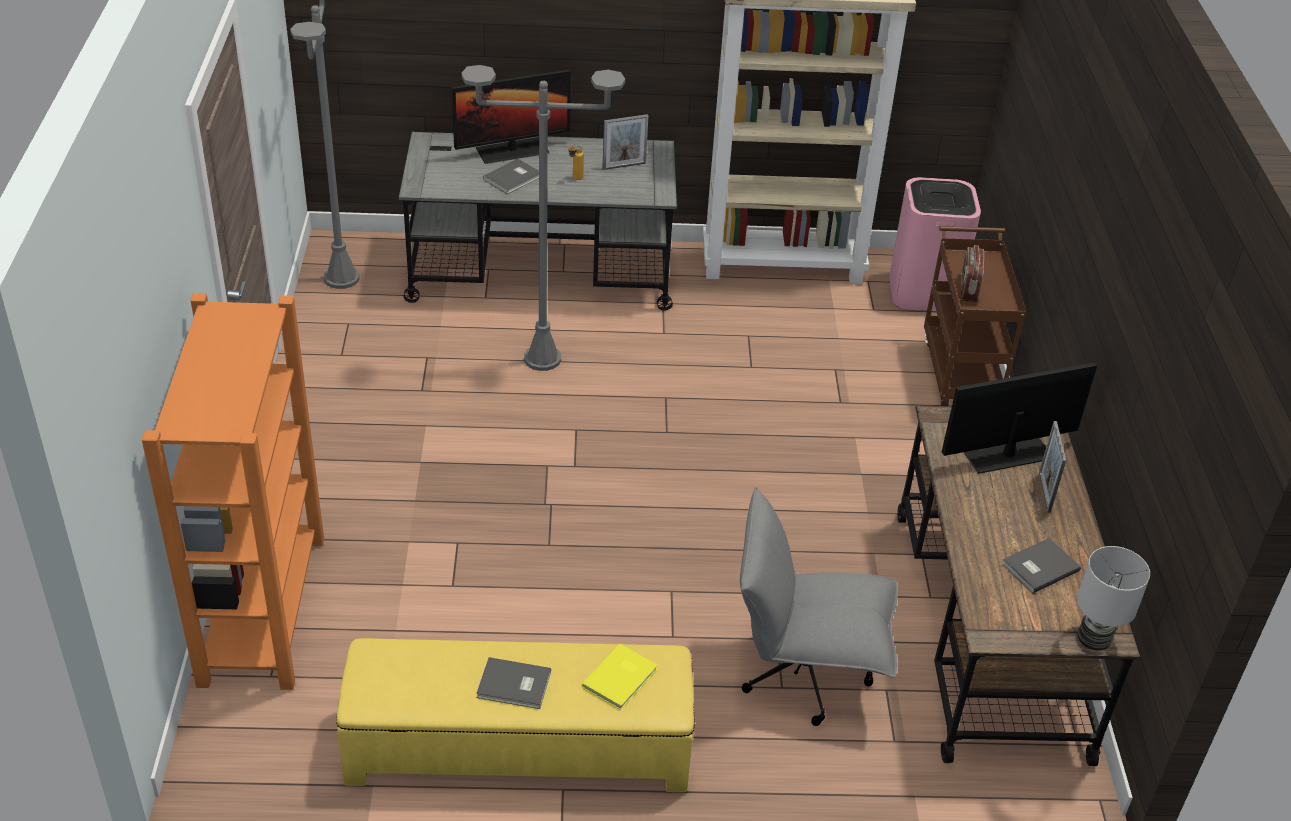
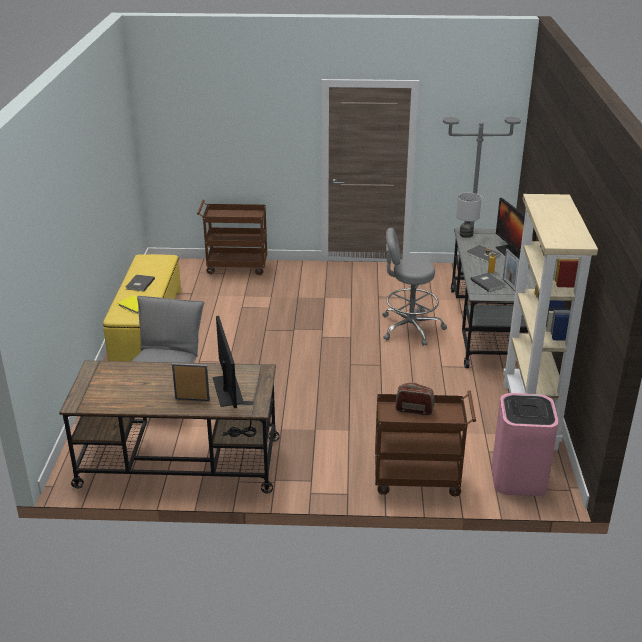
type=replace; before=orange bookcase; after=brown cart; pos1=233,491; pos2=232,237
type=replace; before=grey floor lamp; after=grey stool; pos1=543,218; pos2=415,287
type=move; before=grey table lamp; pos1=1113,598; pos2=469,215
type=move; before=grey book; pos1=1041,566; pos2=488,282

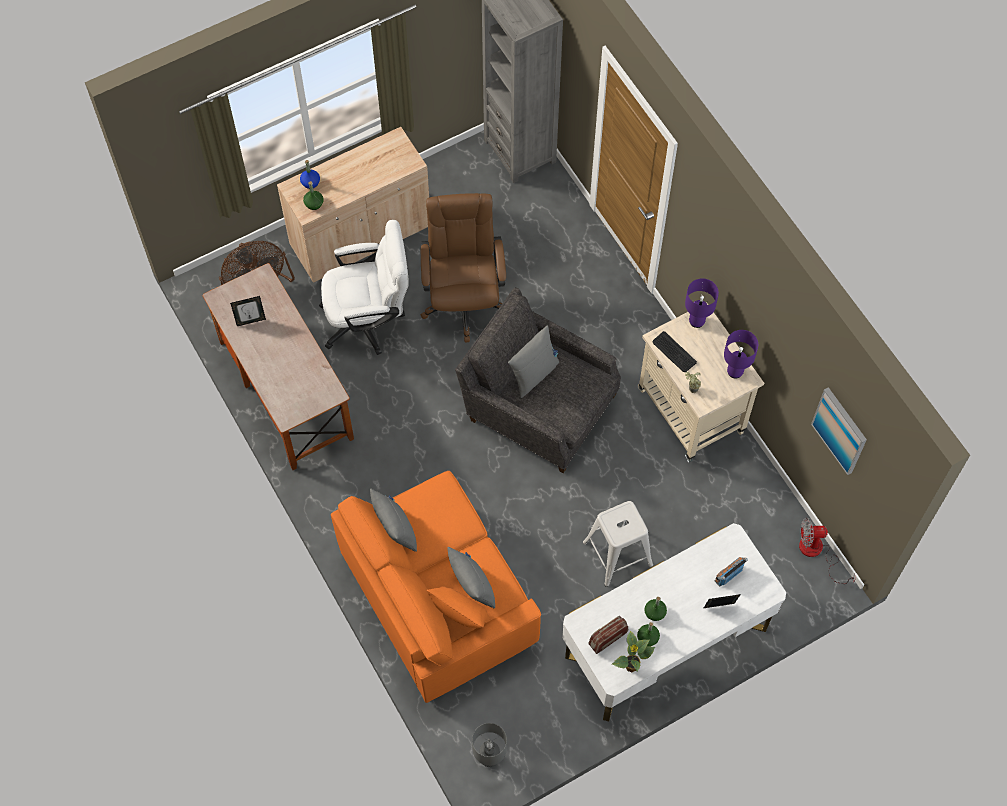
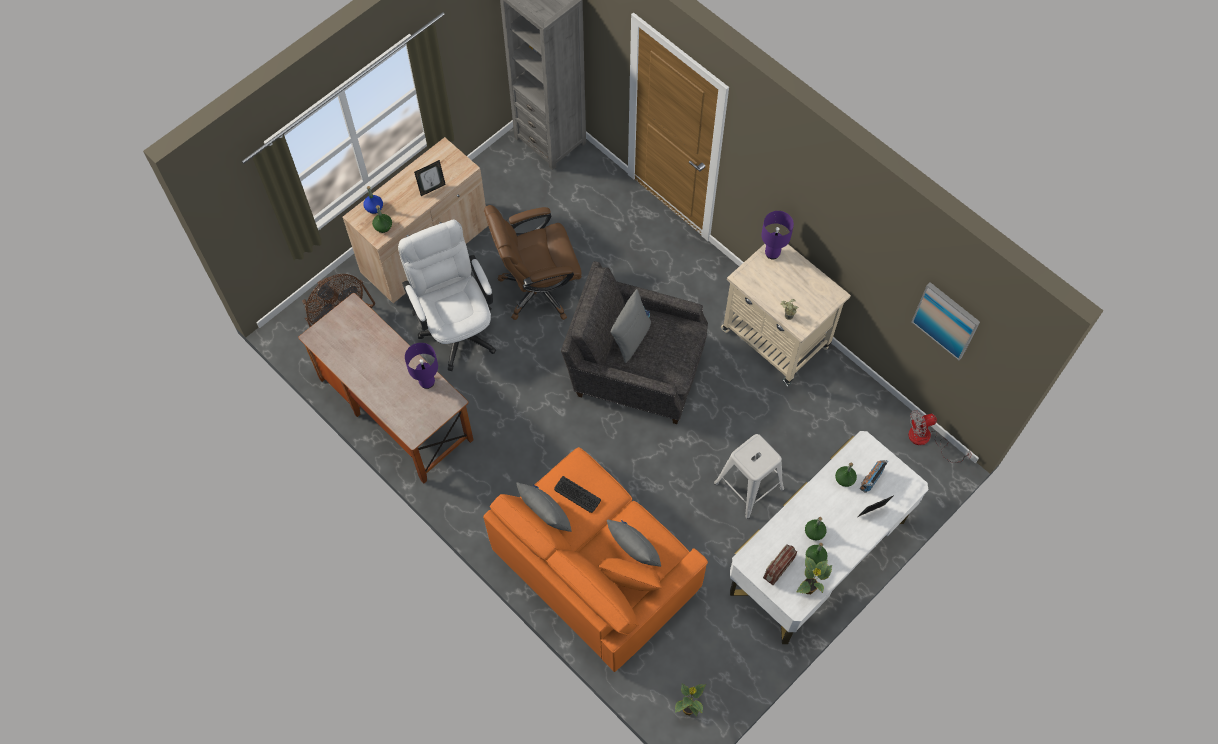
type=rotate; before=white office chair; pos1=364,287; pos2=447,295; turn=-90
type=move; before=purple table lamp; pos1=741,354; pos2=421,366
type=move; before=picture frame; pos1=248,311; pos2=430,178
type=rotate; before=brown office chair; pos1=463,267; pos2=533,262; turn=-90
type=move; before=keyboard; pos1=675,351; pos2=577,494
type=replace; before=grey table lamp; after=potted plant; pos1=489,745; pos2=690,700
type=insert; after=green bottle; pos2=846,475

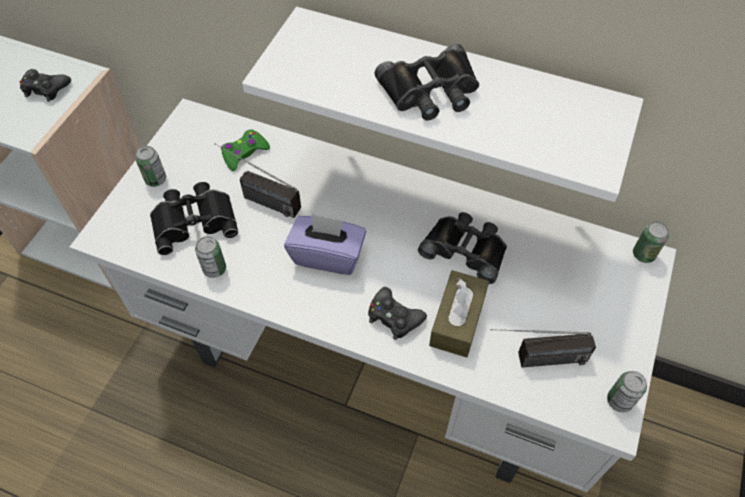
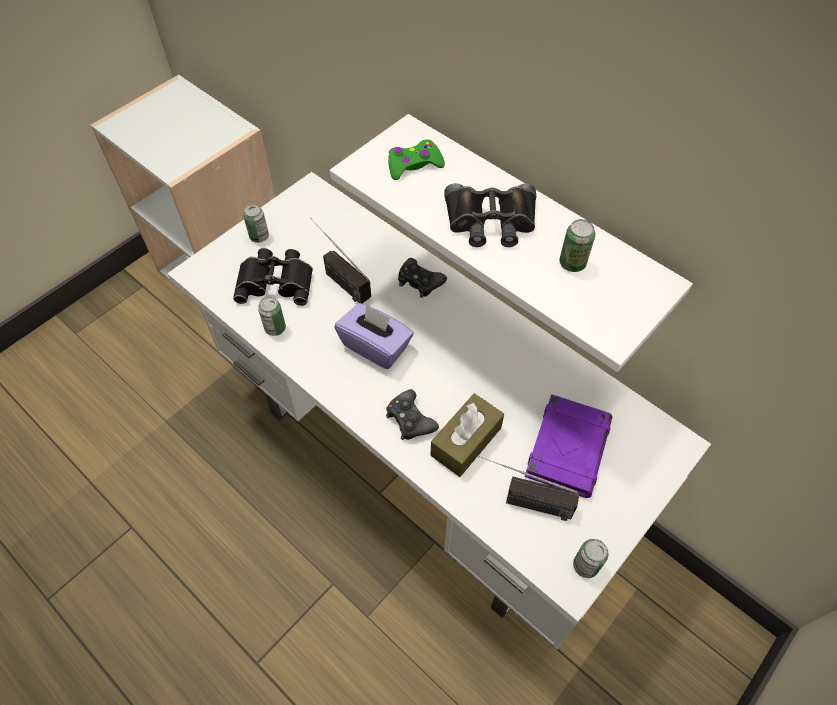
type=move; before=green game controller; pos1=245,150; pos2=416,160
type=move; before=black game controller; pos1=45,85; pos2=422,278
type=insert; after=purple book; pos2=568,446
type=move; before=can; pos1=651,242; pos2=577,245
type=delete; before=black binoculars; pos1=462,248

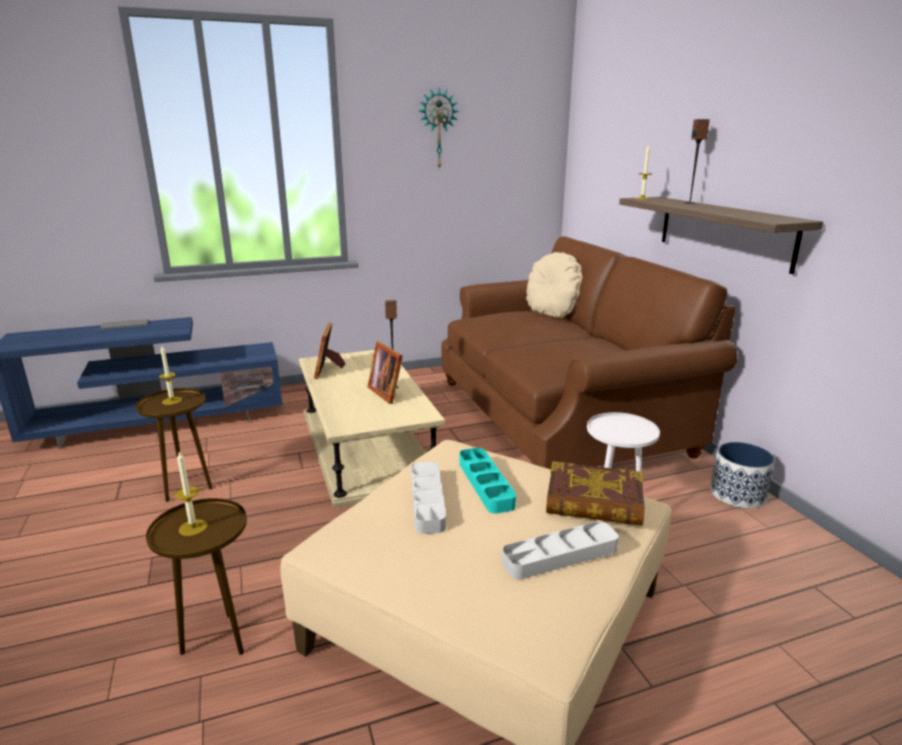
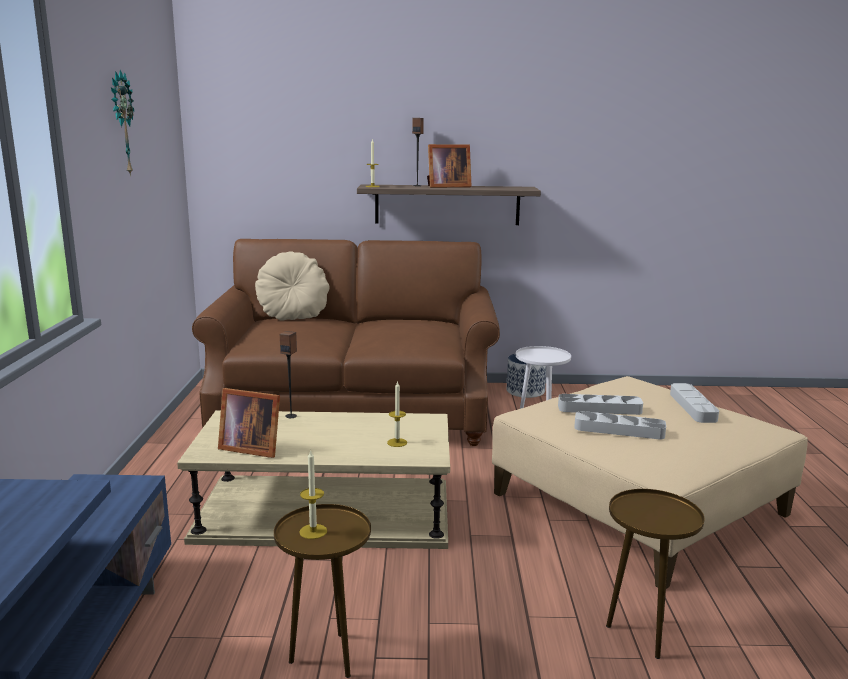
type=move; before=candle; pos1=191,494; pos2=397,414
type=move; before=picture frame; pos1=385,373; pos2=449,166
type=recolor; before=turquoise tray; after=grey tray; pos1=488,480; pos2=600,404
type=delete; before=book; pos1=595,493

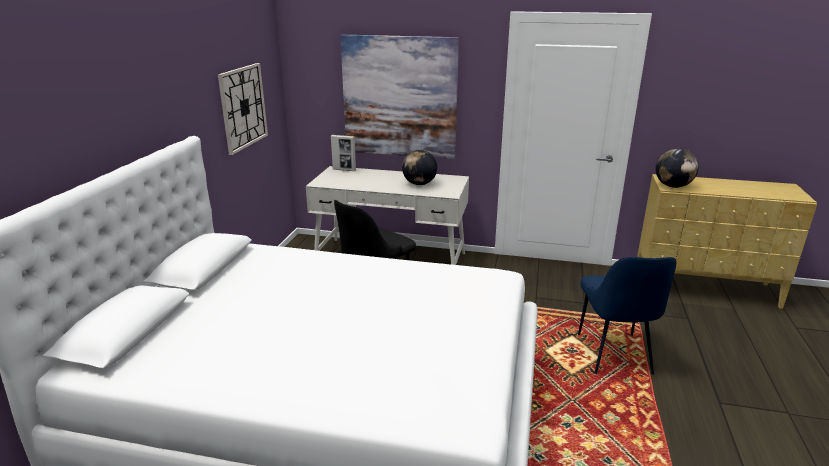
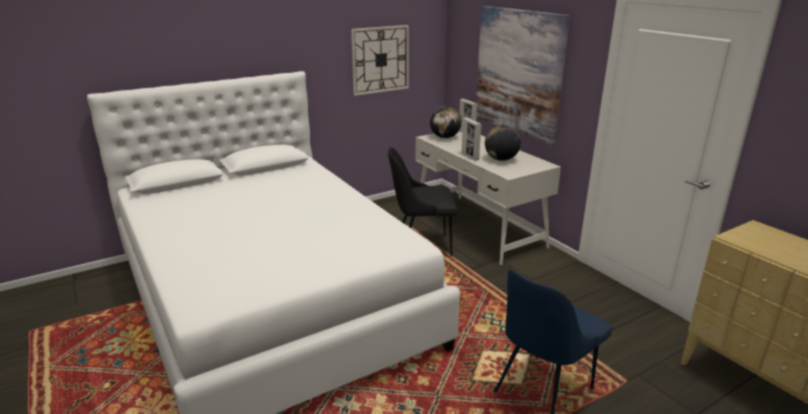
type=move; before=globe; pos1=676,168; pos2=446,122
type=insert; after=picture frame; pos2=471,139

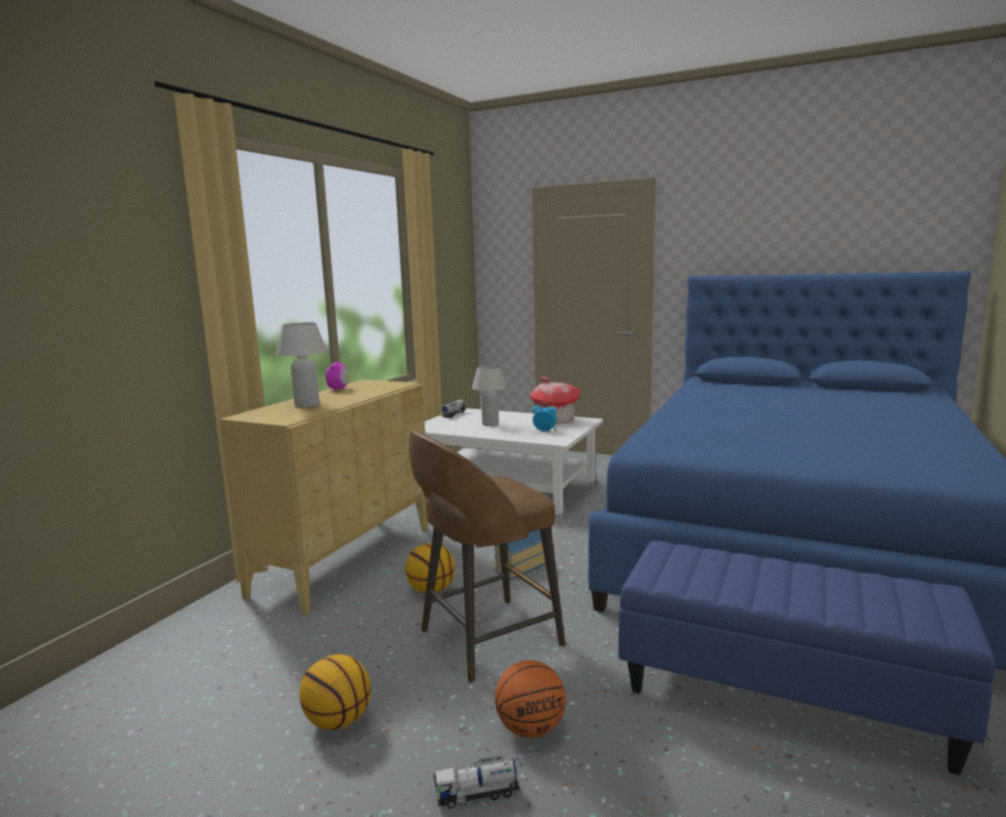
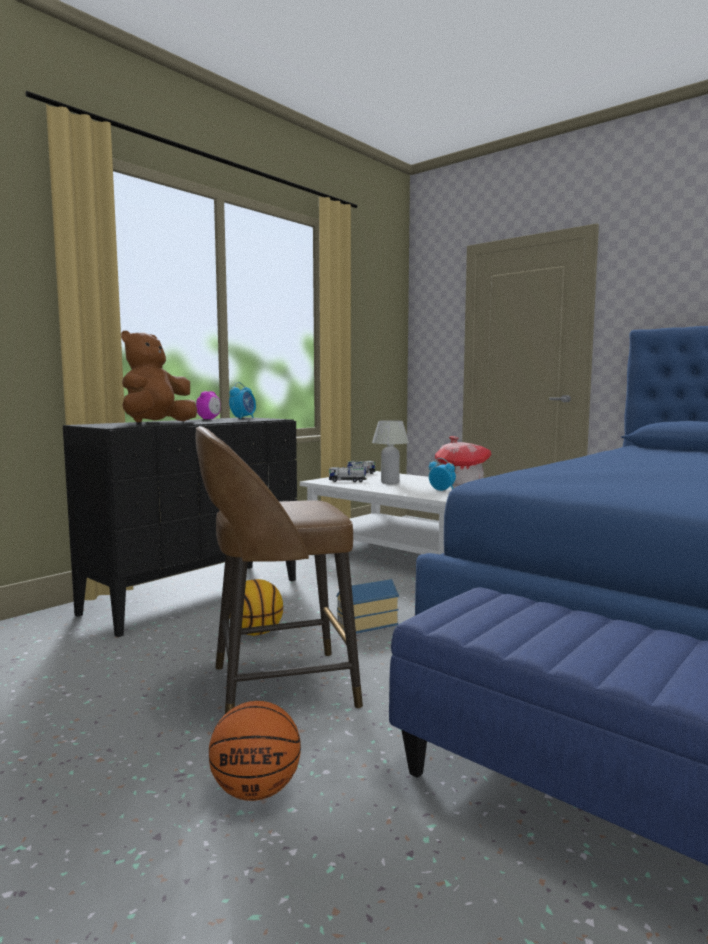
type=recolor; before=beige dresser; after=black dresser; pos1=323,497; pos2=180,527
type=replace; before=white table lamp; after=brown plush toy; pos1=301,365; pos2=159,376
type=insert; after=alarm clock; pos2=242,400
type=move; before=toy truck; pos1=477,782; pos2=348,474
type=delete; before=basketball; pos1=335,692

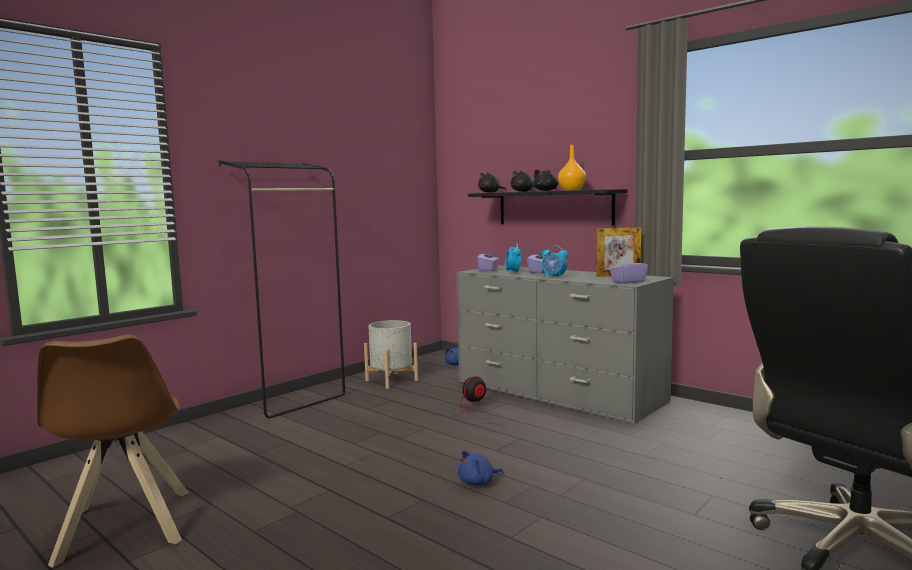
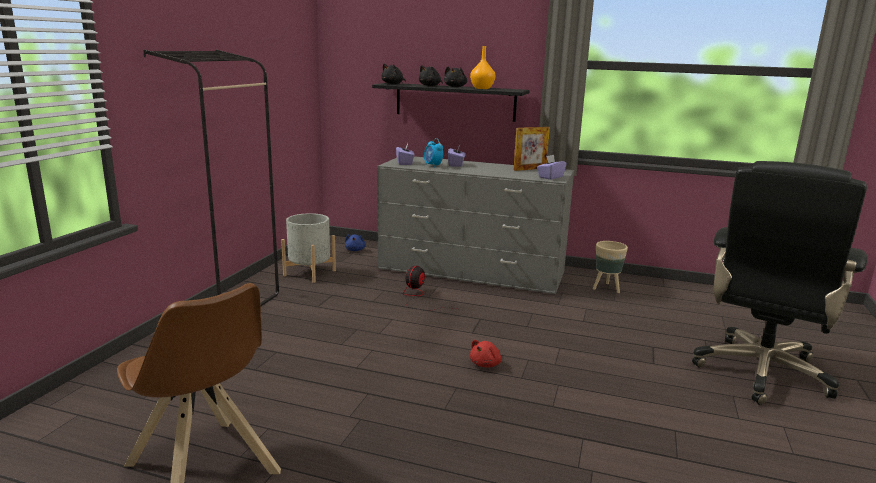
type=recolor; before=blue plush toy; after=red plush toy; pos1=481,468; pos2=486,353
type=insert; after=beige planter; pos2=610,267
type=delete; before=alarm clock; pos1=555,261

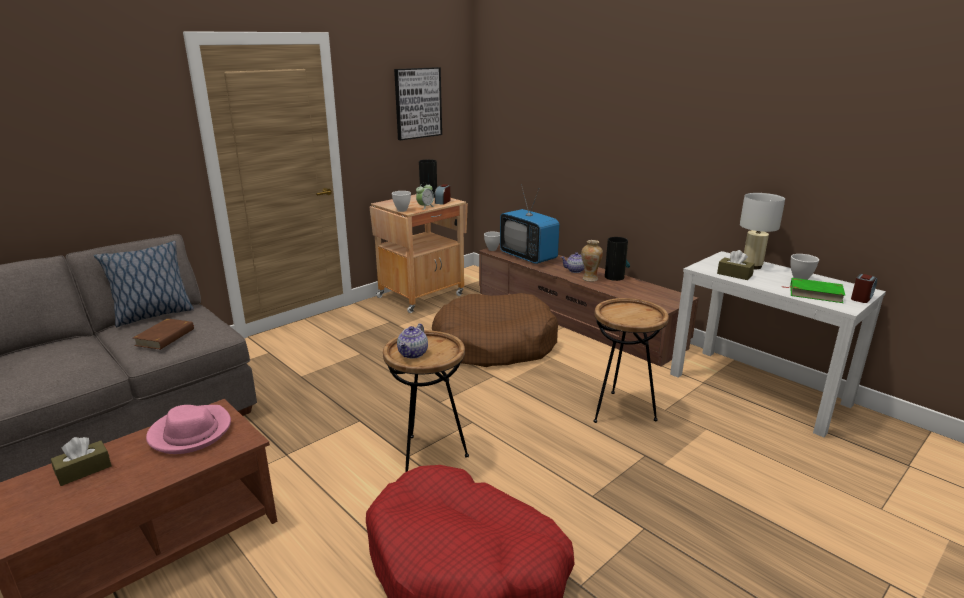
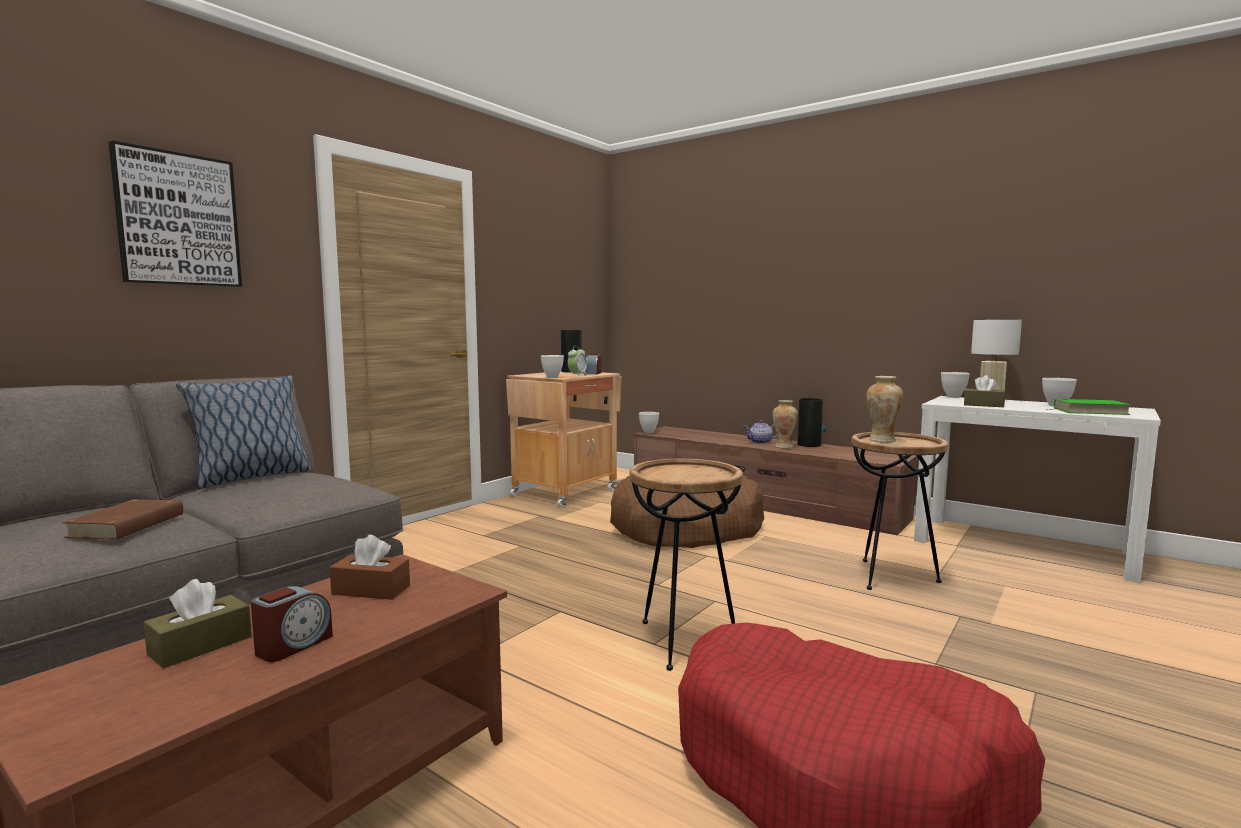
type=move; before=brown book; pos1=163,334; pos2=122,519
type=move; before=picture; pos1=418,103; pos2=175,213
type=move; before=alarm clock; pos1=864,288; pos2=292,624
type=replace; before=pink hat; after=brown tissue box; pos1=188,429; pos2=370,567
type=insert; after=vase; pos2=884,409
type=insert; after=white bowl; pos2=955,385
type=delete; before=teapot; pos1=412,341
type=delete; before=television; pos1=530,224

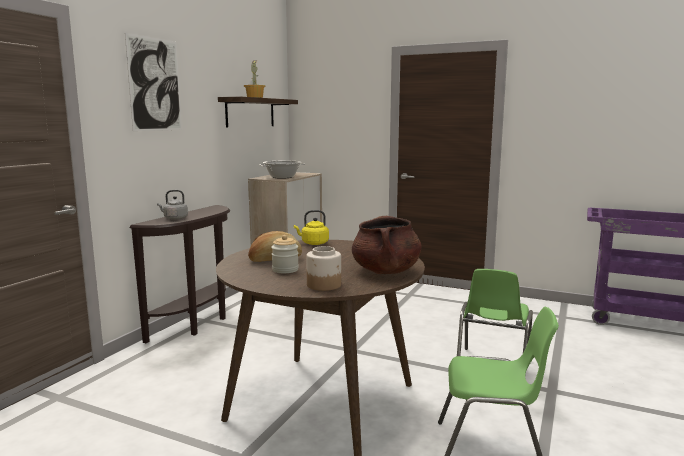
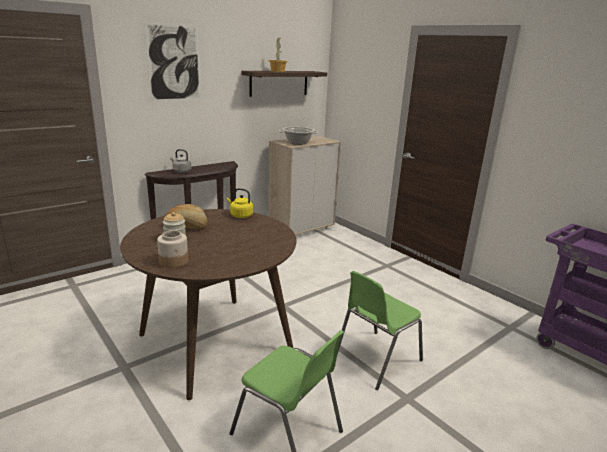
type=delete; before=brown cooking pot; pos1=386,245

